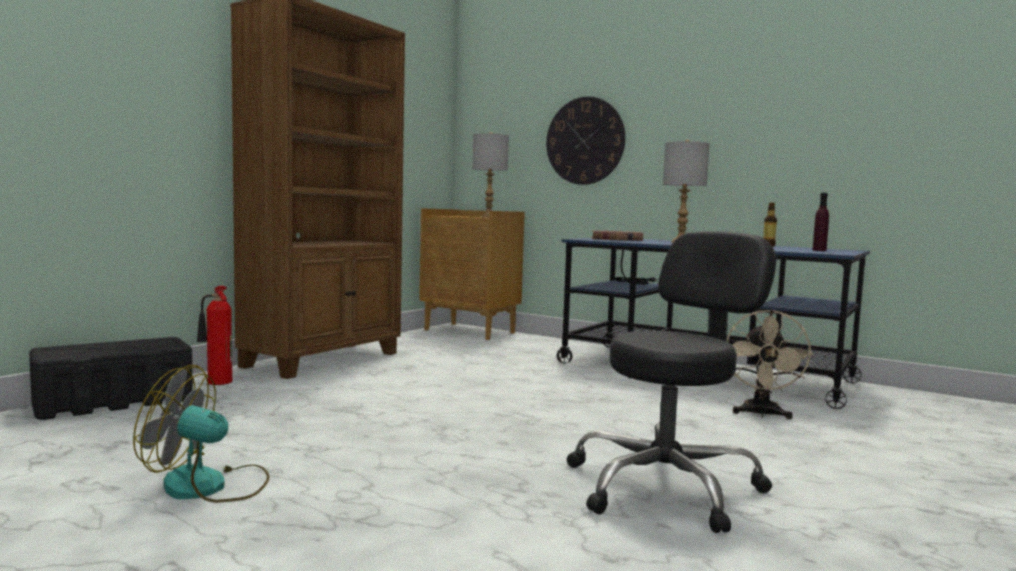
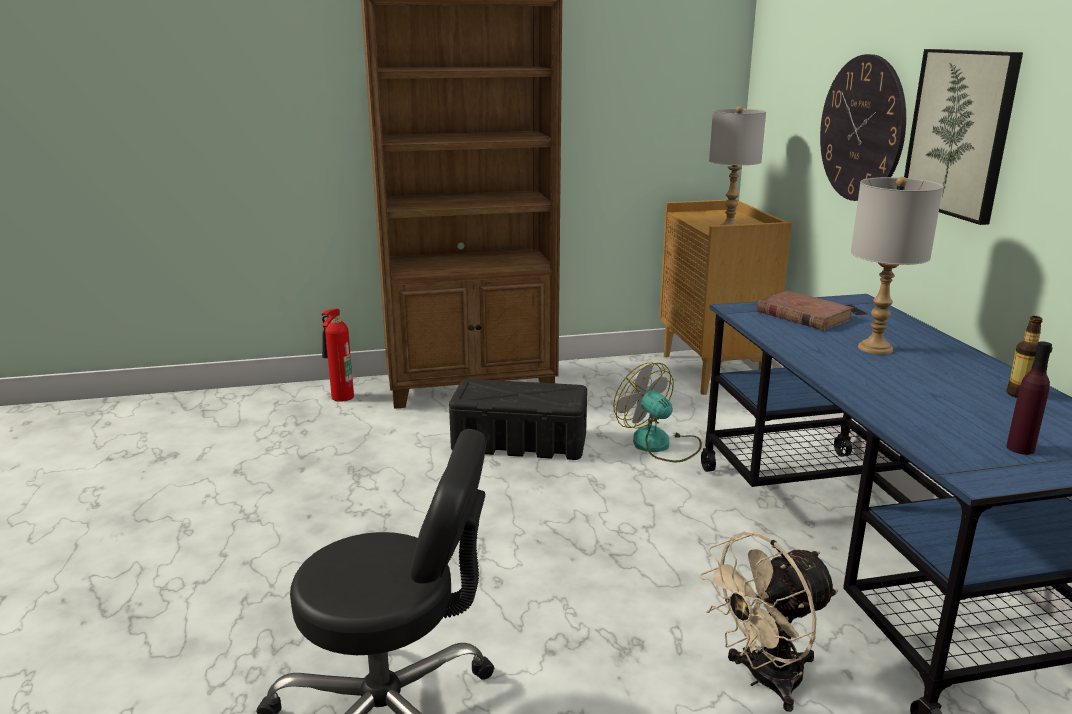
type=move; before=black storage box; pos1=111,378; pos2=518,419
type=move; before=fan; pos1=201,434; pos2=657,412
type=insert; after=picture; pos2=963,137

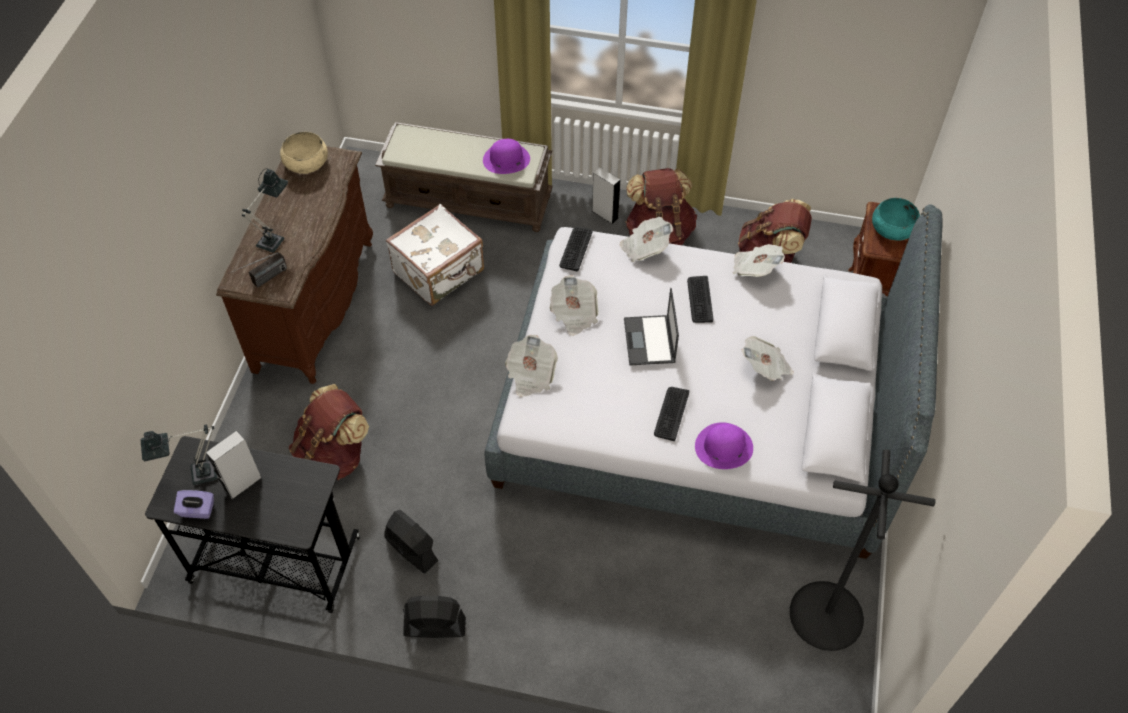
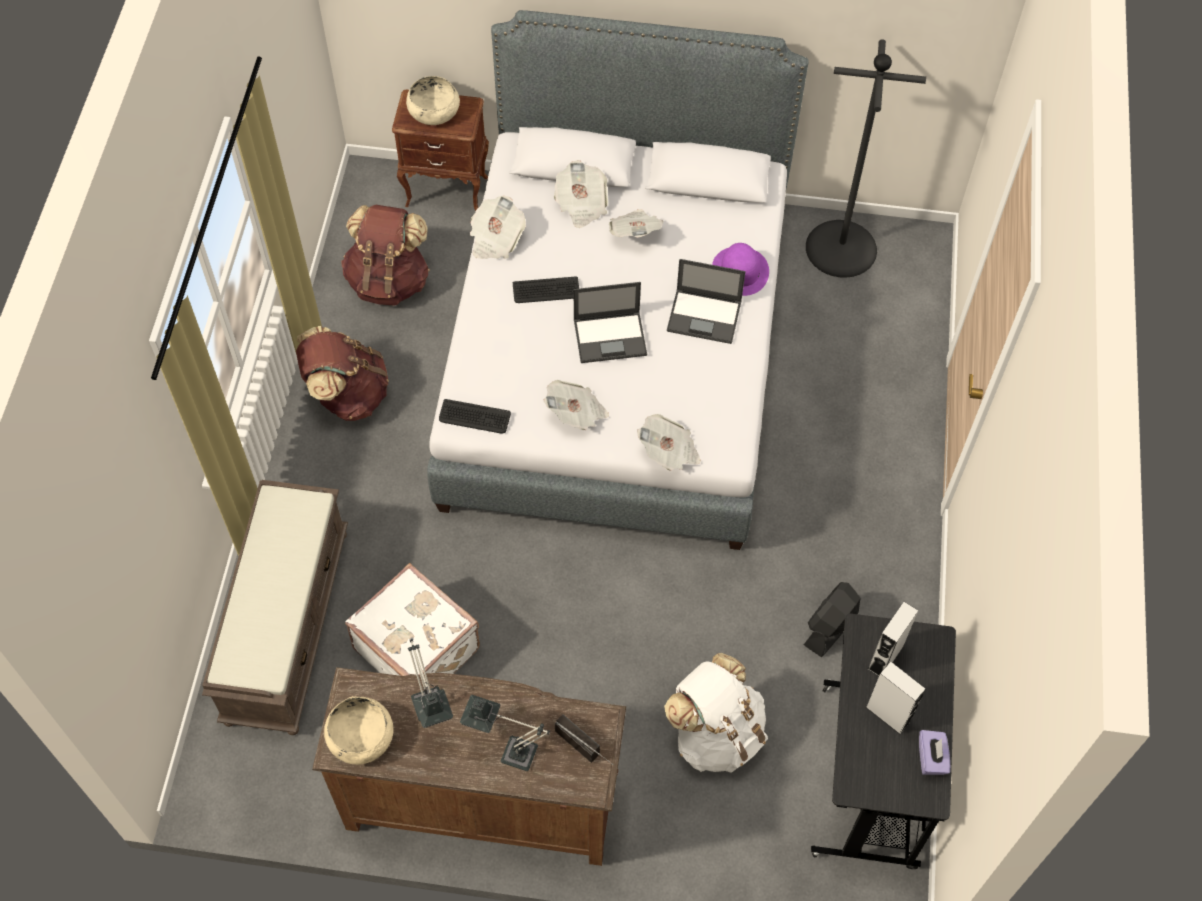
type=recolor; before=turquoise bowl; after=beige bowl; pos1=896,219; pos2=433,100
type=move; before=table lamp; pos1=179,455; pos2=430,683
type=move; before=newspaper; pos1=646,239; pos2=581,194
type=recolor; before=brown backpack; after=white backpack; pos1=329,432; pos2=716,713
type=replace; before=keyboard; after=laptop; pos1=671,414; pos2=706,301
type=move; before=grey speaker; pos1=606,195; pos2=893,639
type=delete; before=black fan; pos1=434,617
type=delete; before=purple hat; pos1=506,156

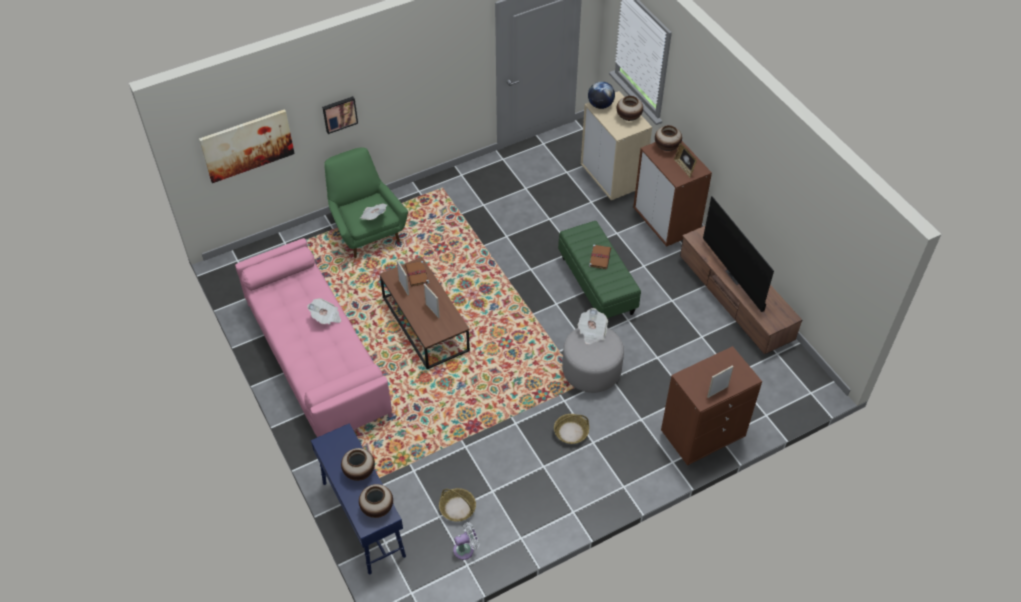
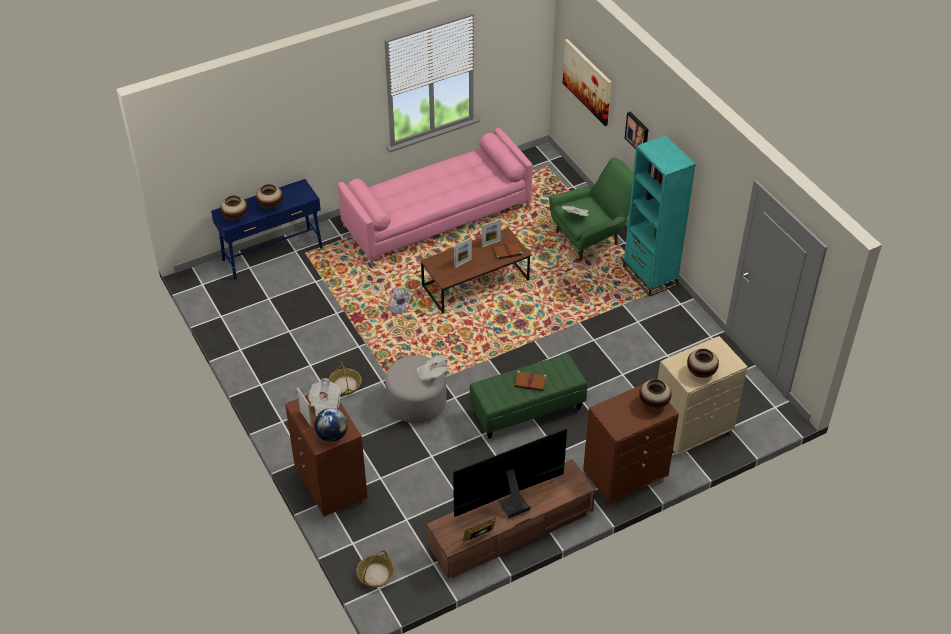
type=move; before=newspaper; pos1=324,311; pos2=324,397
type=move; before=globe; pos1=601,95; pos2=331,425
type=move; before=basket; pos1=457,505; pos2=375,568
type=move; before=white fan; pos1=466,541; pos2=400,300
type=move; before=picture frame; pos1=685,160; pos2=479,529
type=insert; after=turquoise bookcase; pos2=659,216

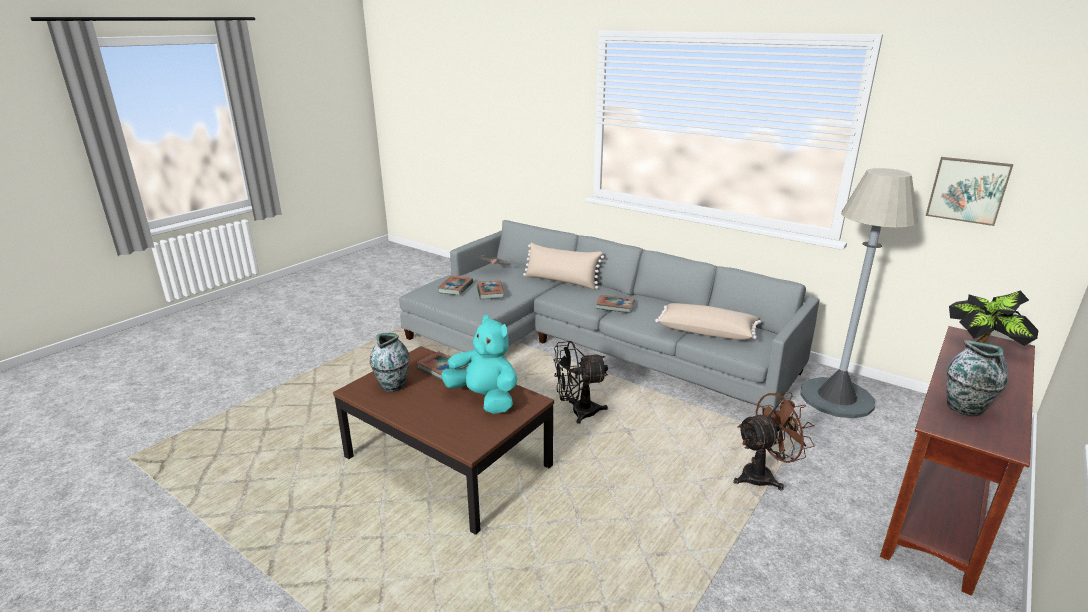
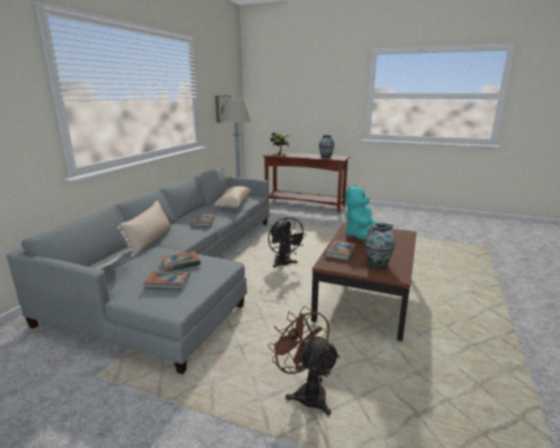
type=move; before=brown fan; pos1=774,441; pos2=304,360

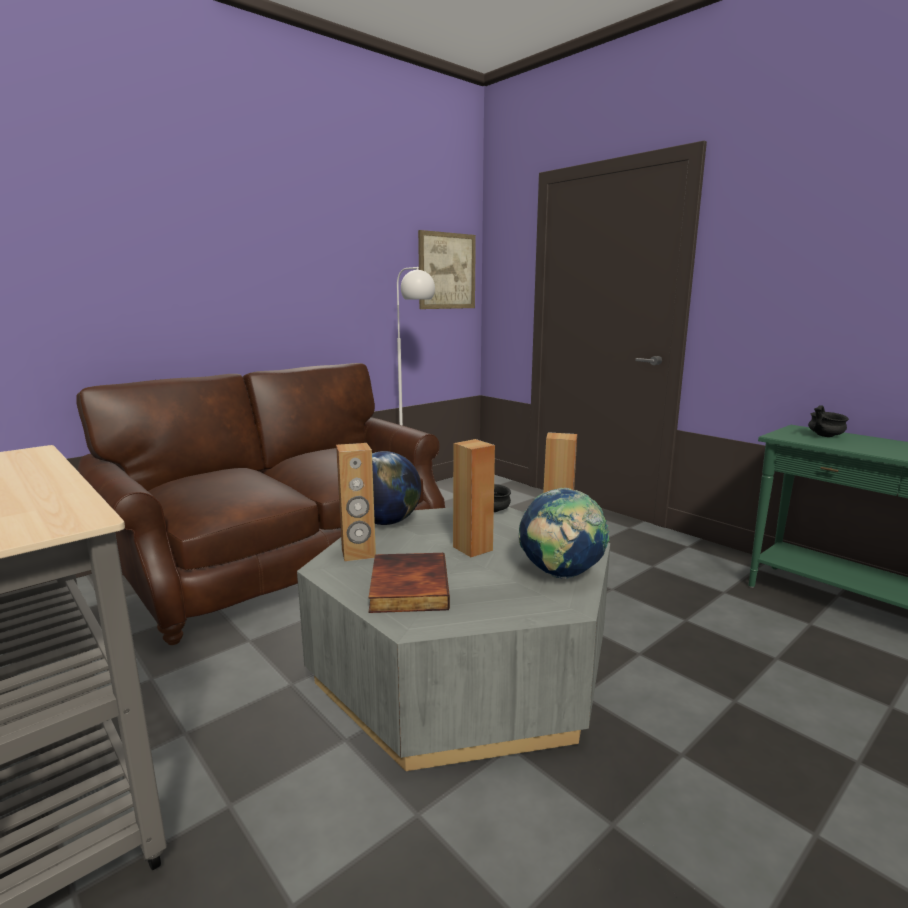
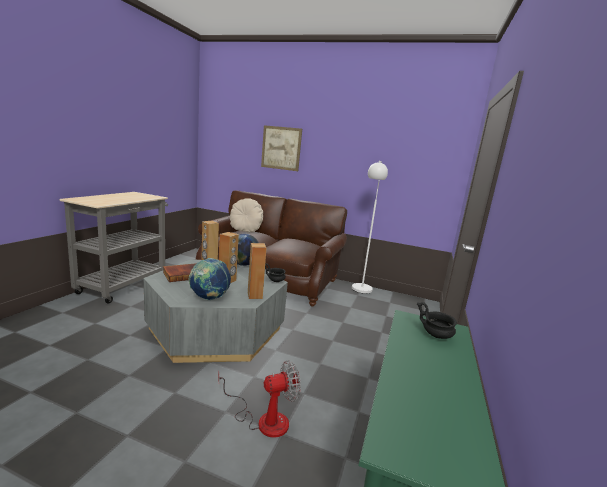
type=insert; after=fan; pos2=259,399
type=insert; after=beige pillow; pos2=246,215
type=move; before=picture; pos1=447,269; pos2=281,148

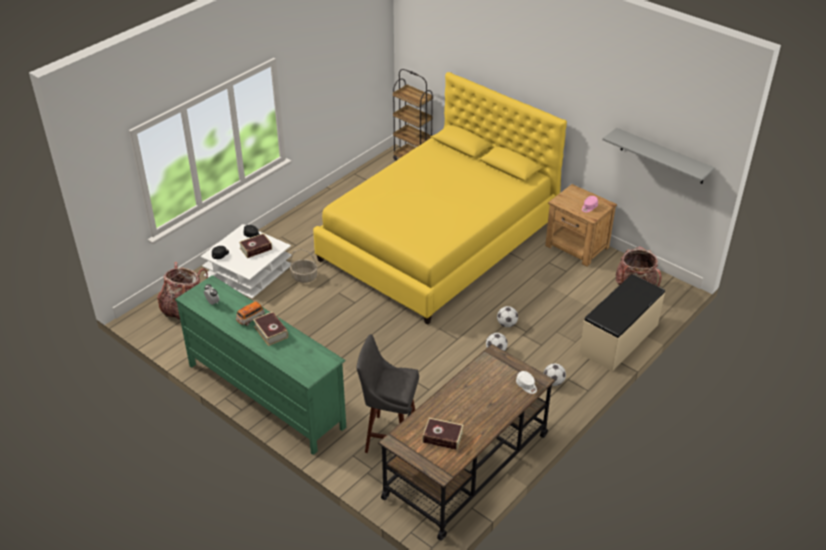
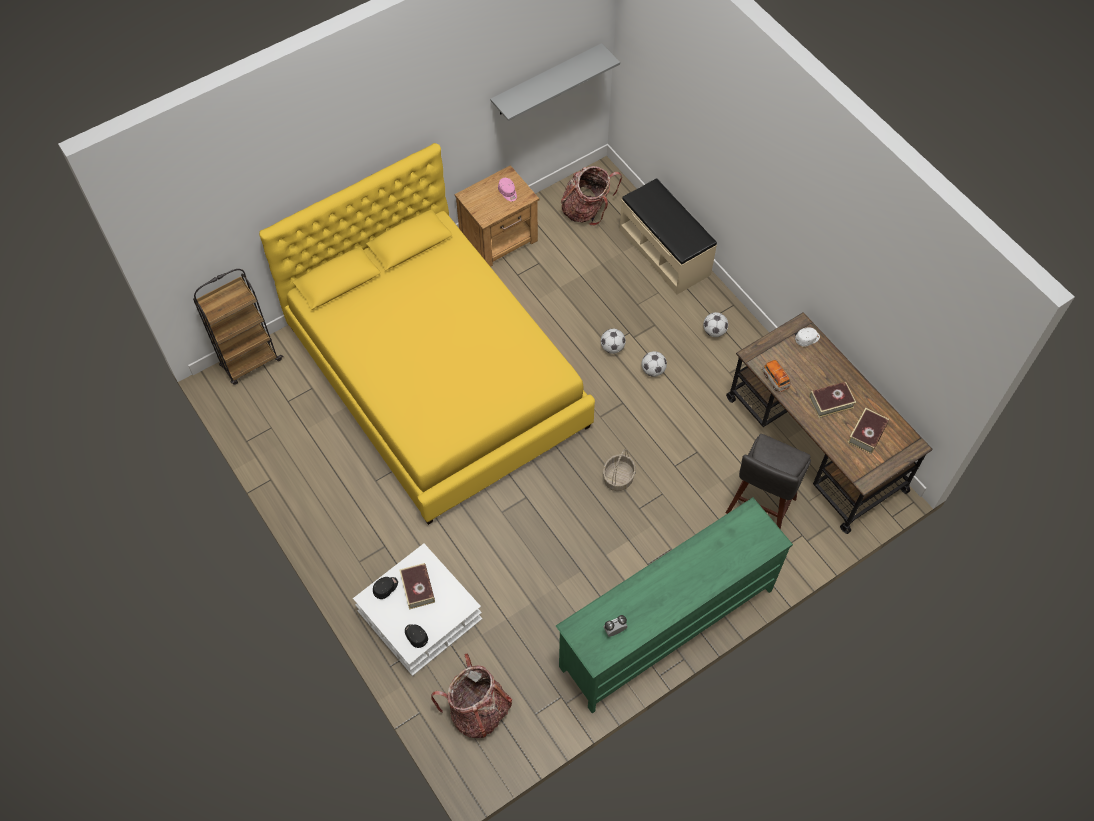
type=move; before=basket; pos1=304,266; pos2=619,470
type=move; before=toy car; pos1=250,313; pos2=776,376
type=move; before=book; pos1=270,328; pos2=832,400

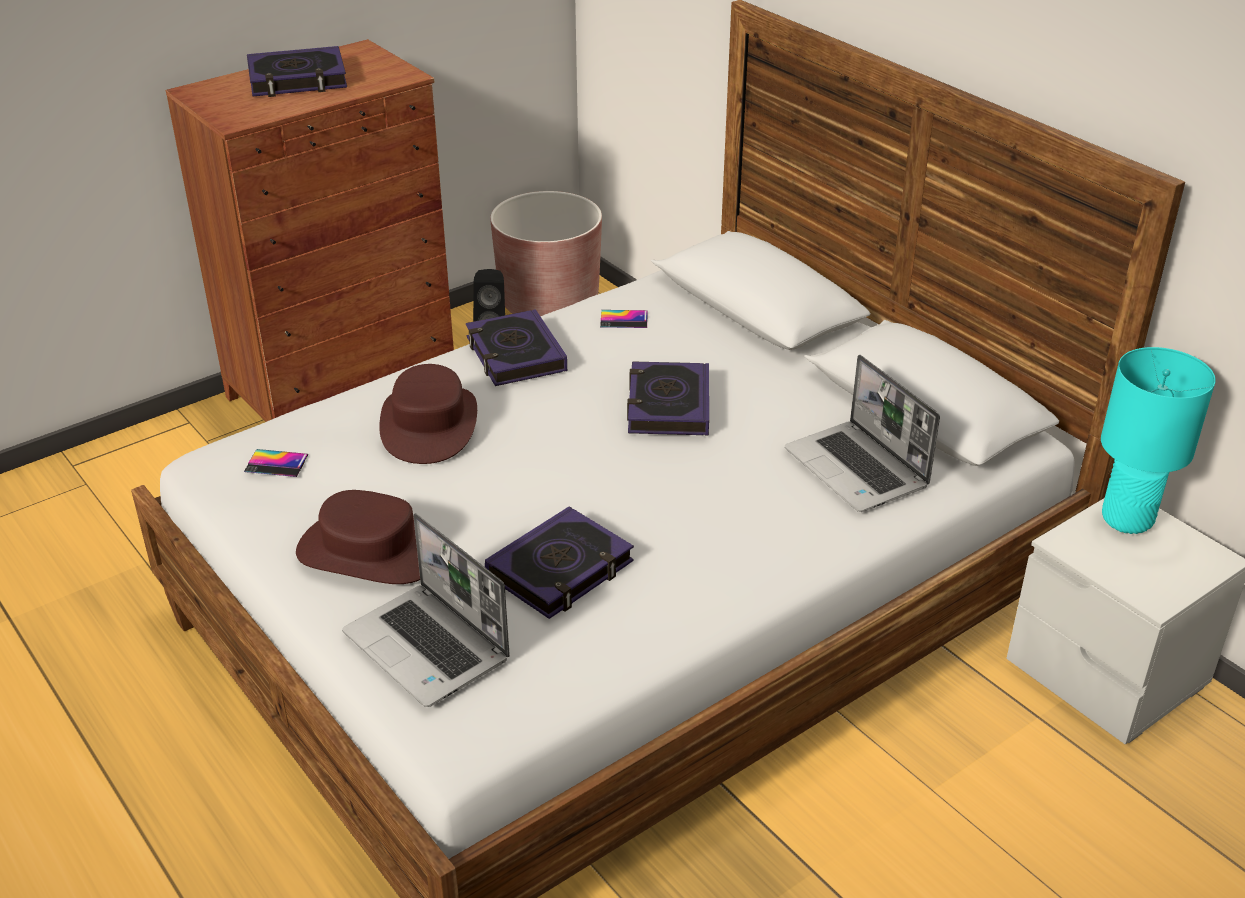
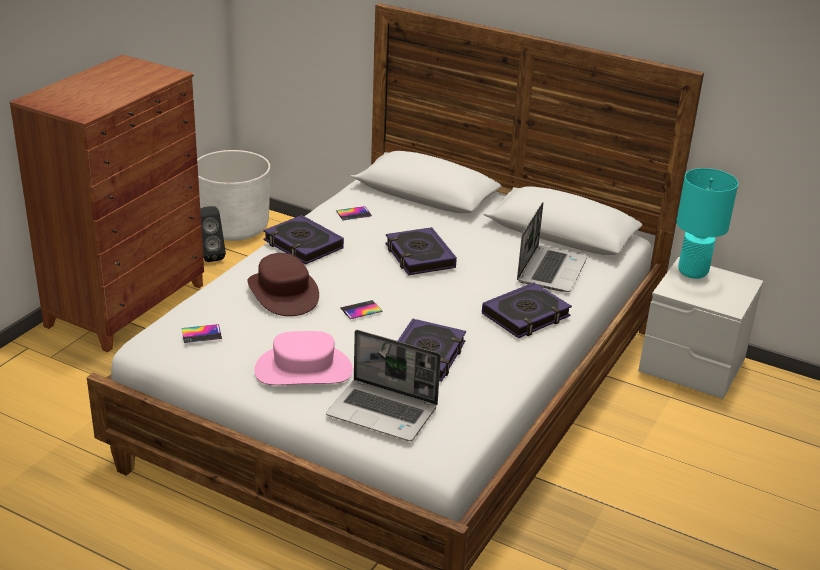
type=recolor; before=brown planter; after=white planter; pos1=546,253; pos2=233,195
type=recolor; before=brown hat; after=pink hat; pos1=358,537; pos2=303,358
type=insert; after=phone; pos2=361,309
type=move; before=book; pos1=297,71; pos2=527,310
type=rotate; before=laptop; pos1=862,433; pos2=552,247; turn=-105

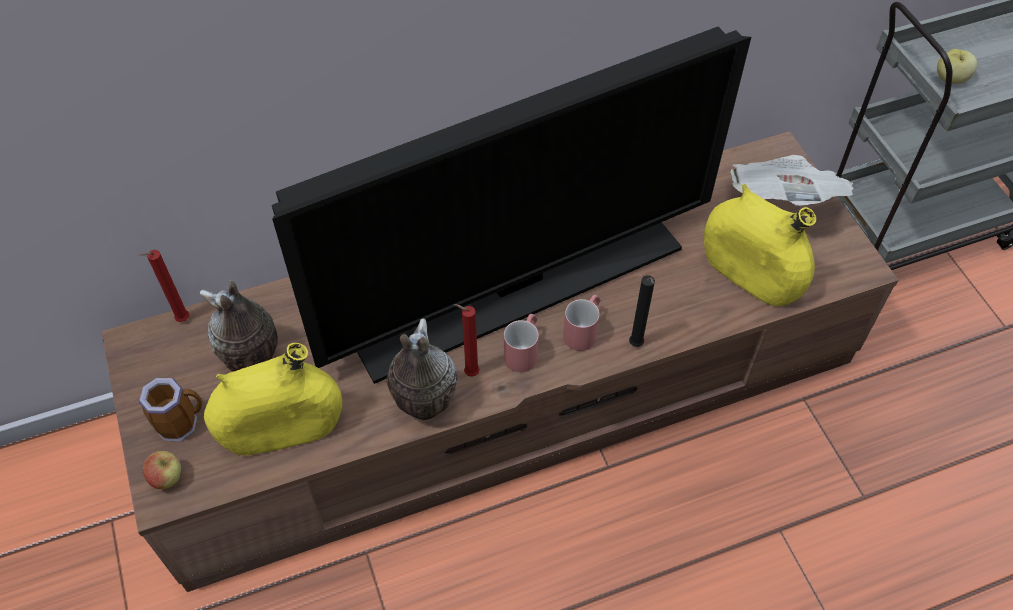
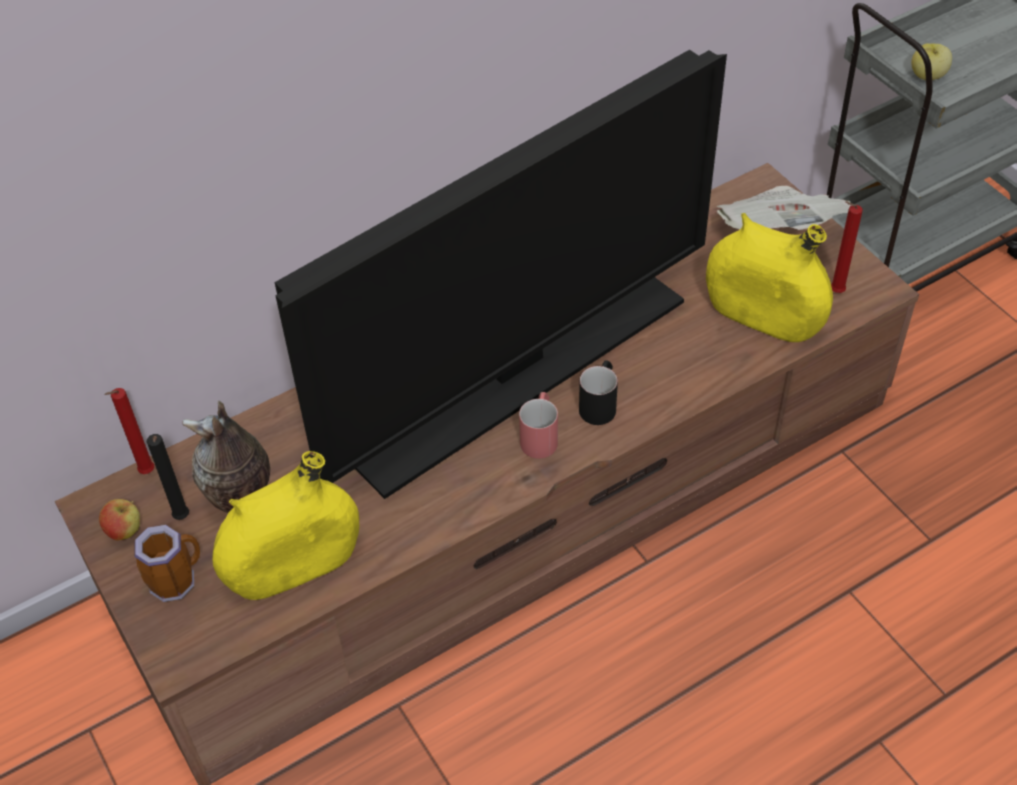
type=move; before=apple; pos1=162,470; pos2=119,519
type=move; before=black candle; pos1=642,311; pos2=168,477
type=recolor; before=red mug; after=black mug; pos1=582,323; pos2=598,392
type=move; before=red candle; pos1=466,340; pos2=847,247
type=delete; before=vase; pos1=422,369

